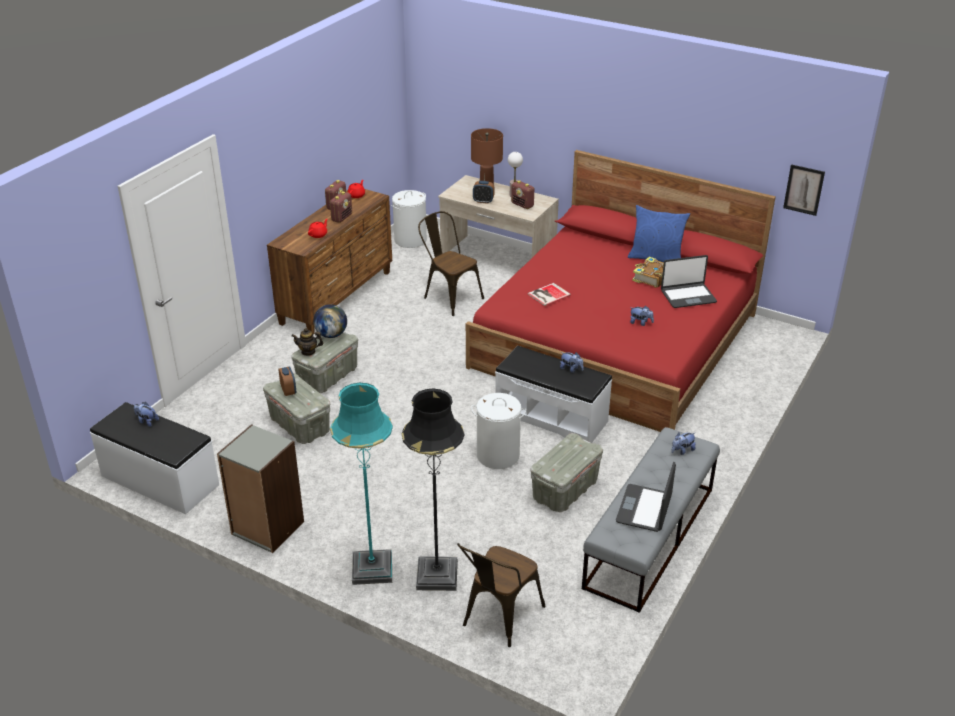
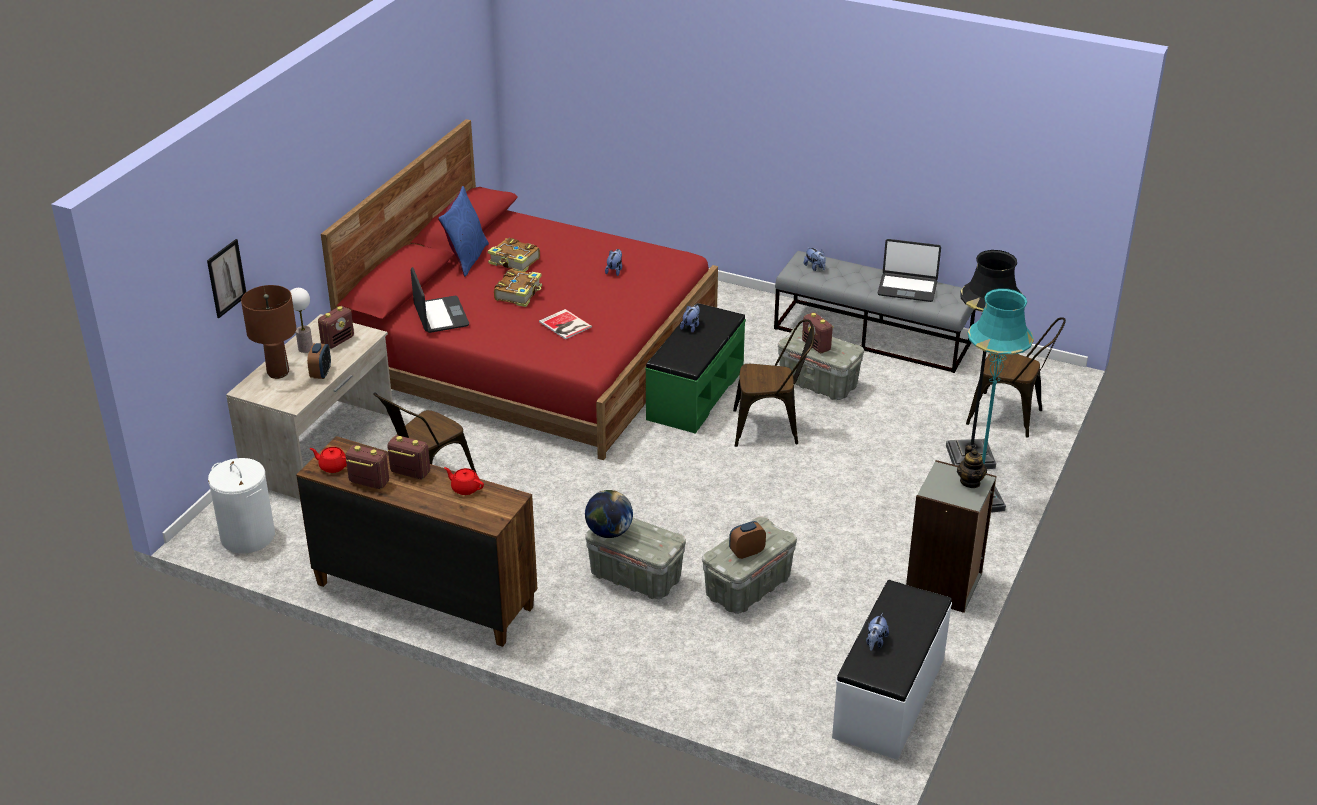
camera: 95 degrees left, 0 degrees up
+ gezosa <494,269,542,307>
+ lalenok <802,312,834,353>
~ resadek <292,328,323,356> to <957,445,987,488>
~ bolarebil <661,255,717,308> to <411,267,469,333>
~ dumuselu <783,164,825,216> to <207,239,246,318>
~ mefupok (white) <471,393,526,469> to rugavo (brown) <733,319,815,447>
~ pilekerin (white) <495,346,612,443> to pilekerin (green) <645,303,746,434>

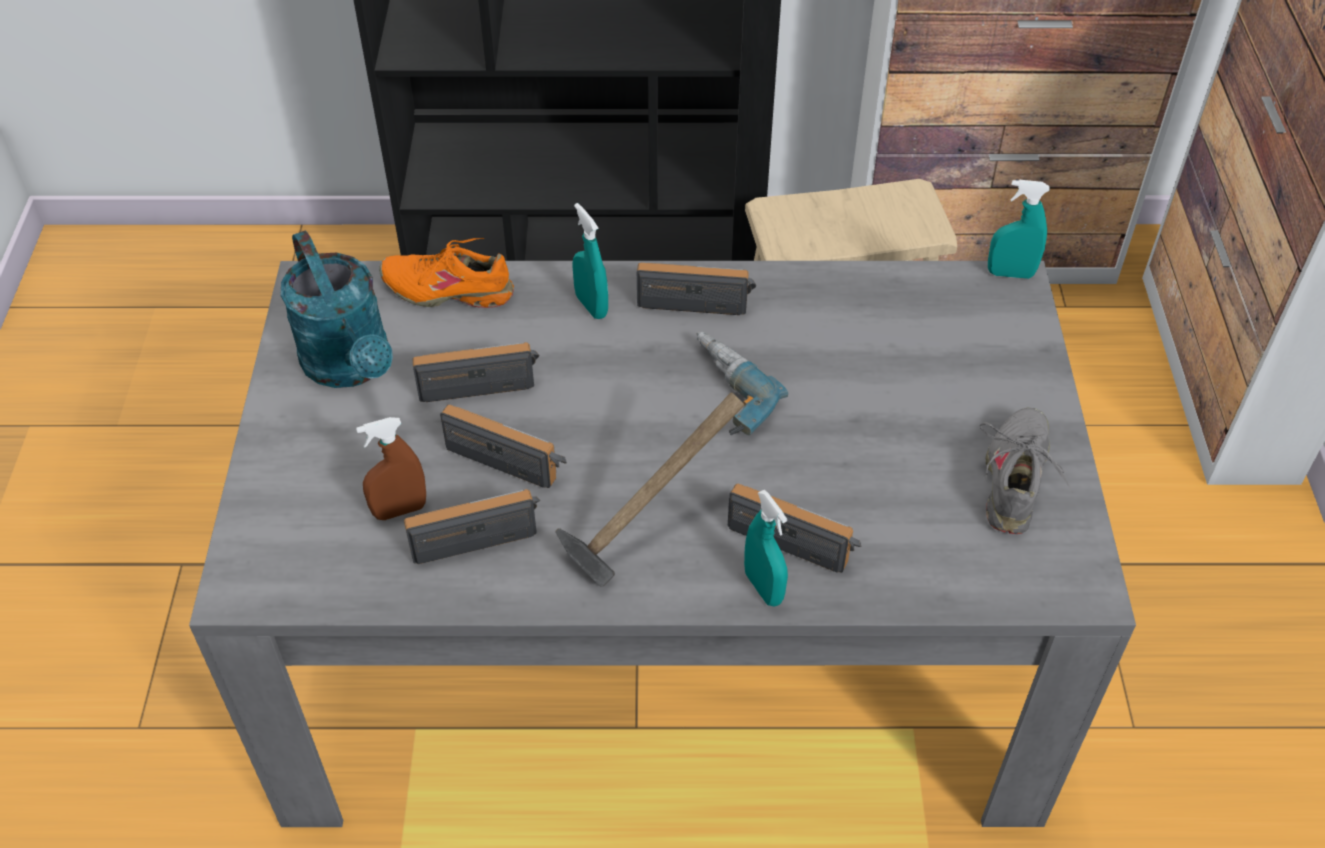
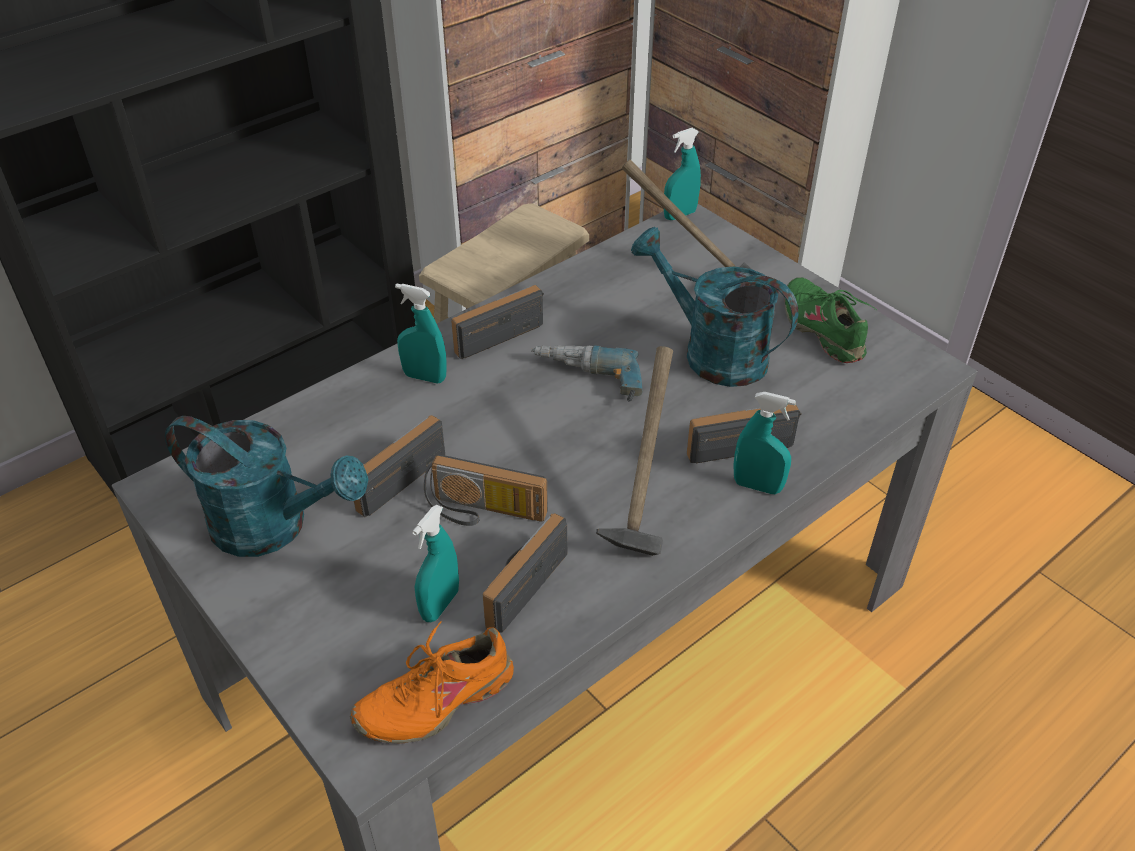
camera: 40 degrees left, 5 degrees down
+ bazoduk <622,160,751,269>
+ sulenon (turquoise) <631,227,798,387>
~ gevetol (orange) <379,238,514,308> to <350,621,514,743>
~ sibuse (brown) <356,417,426,520> to sibuse (turquoise) <412,505,459,622>
~ gevetol (grey) <980,408,1072,534> to gevetol (green) <785,277,877,363>
~ lalenok <440,405,567,488> = <424,455,548,526> 150 degrees counterclockwise

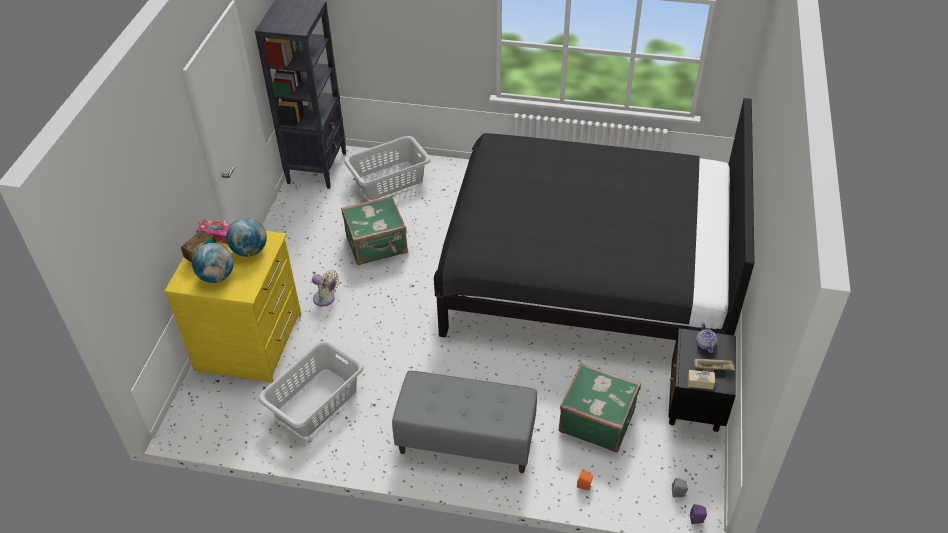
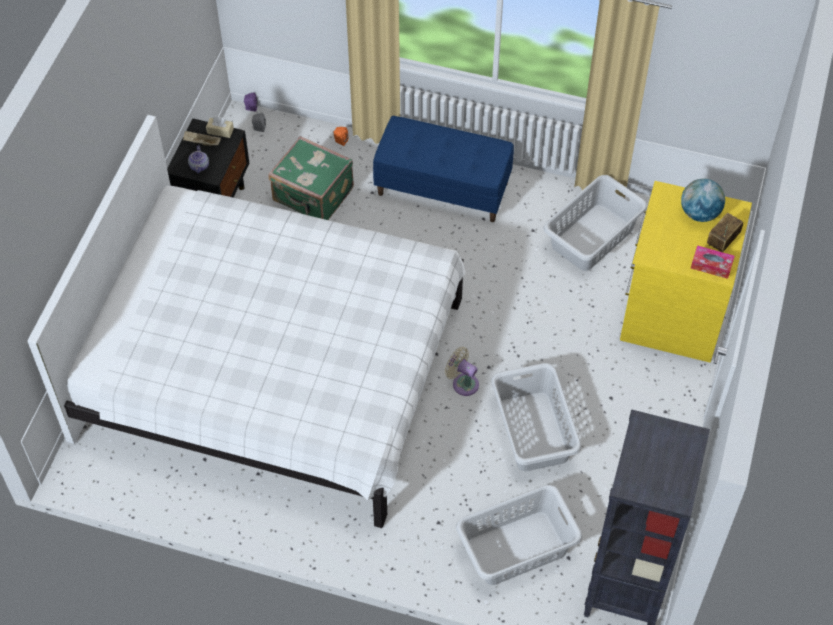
camera: 175 degrees left, 10 degrees up
- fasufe <226,217,267,257>
~ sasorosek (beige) <312,270,339,307> to <445,347,479,396>
~ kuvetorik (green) <341,195,408,265> to mefupok (grey) <491,363,581,471>
~ pilekerin (grey) <392,371,537,473> to pilekerin (blue) <373,116,514,222>
~ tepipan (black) <434,98,755,340> to tepipan (white) <27,115,466,528>

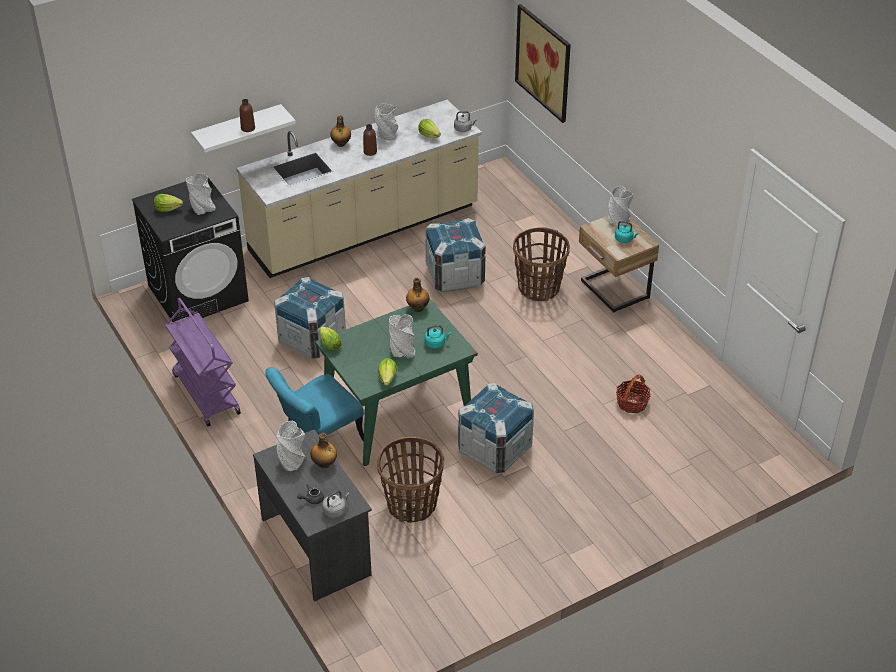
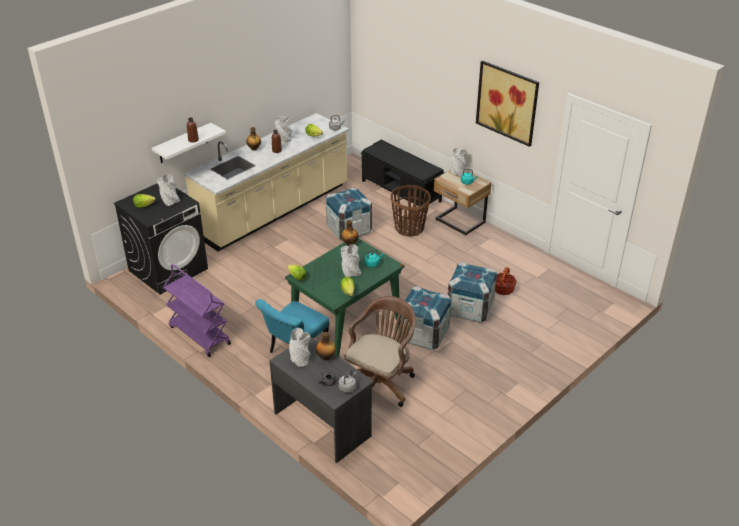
camera: 15 degrees left, 5 degrees down
+ pilekerin (black) <361,140,444,212>
~ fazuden <274,277,346,359> to <448,262,497,323>
~ dumuselu <515,4,571,123> to <476,60,539,147>
~ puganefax <377,437,444,523> to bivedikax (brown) <344,296,416,407>

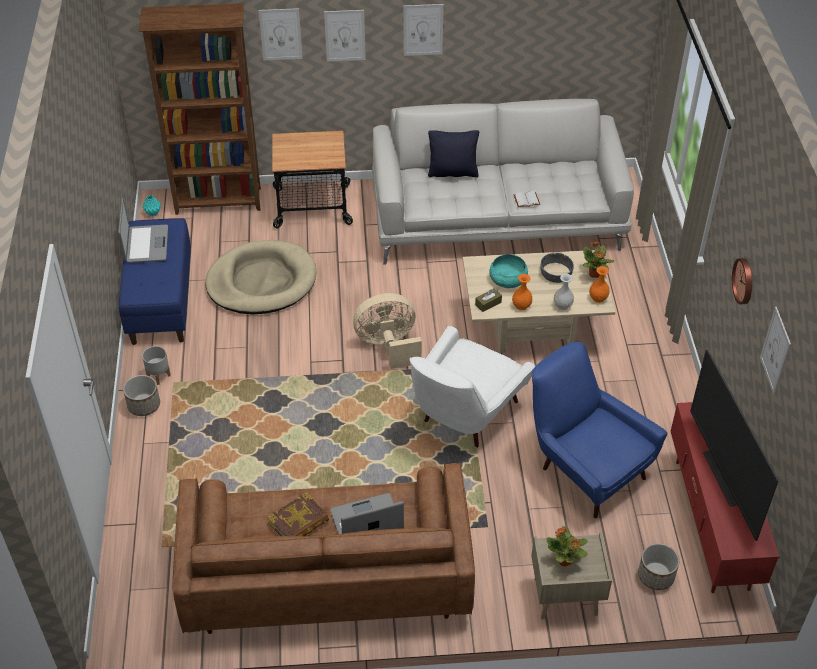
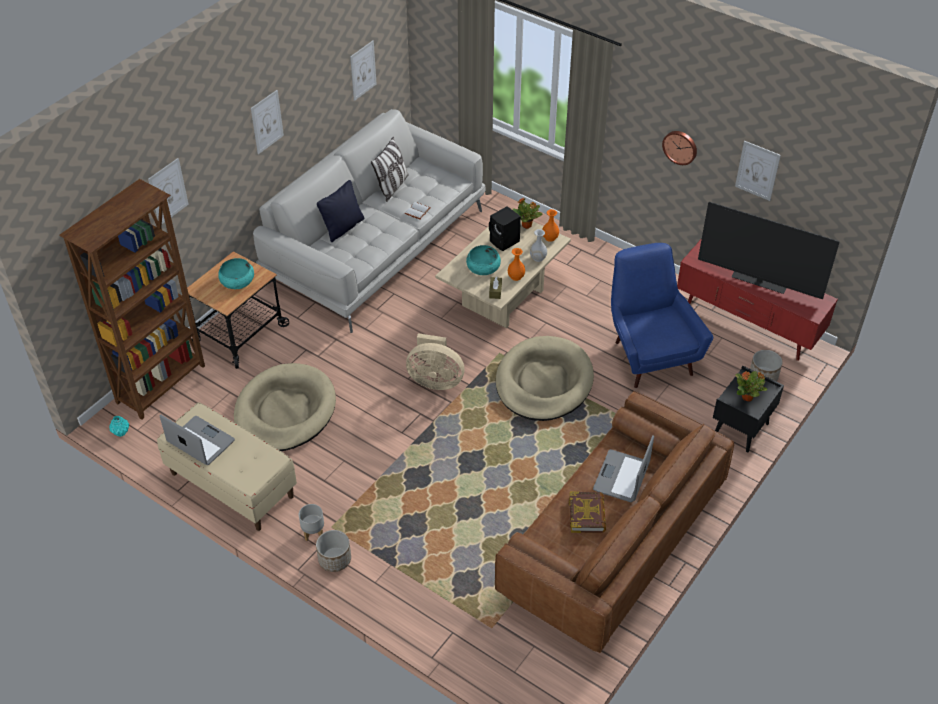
camera: 50 degrees left, 0 degrees up
+ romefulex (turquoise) <218,258,254,289>
+ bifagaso <371,137,409,202>
~ dumuselu <324,10,366,62> to <350,41,377,101>
~ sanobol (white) <409,326,535,448> to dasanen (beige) <496,336,594,421>
~ romefulex (grey) <540,253,574,283> to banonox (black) <489,206,521,251>
~ pilekerin (blue) <119,218,191,345> to pilekerin (beige) <157,402,297,531>
~ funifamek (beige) <531,532,612,620> to funifamek (black) <713,366,784,453>
~ sasorosek (beige) <353,293,422,369> = <406,333,465,390> 105 degrees counterclockwise
~ sanobol (blue) <532,342,667,518> = <611,243,714,388> 75 degrees clockwise

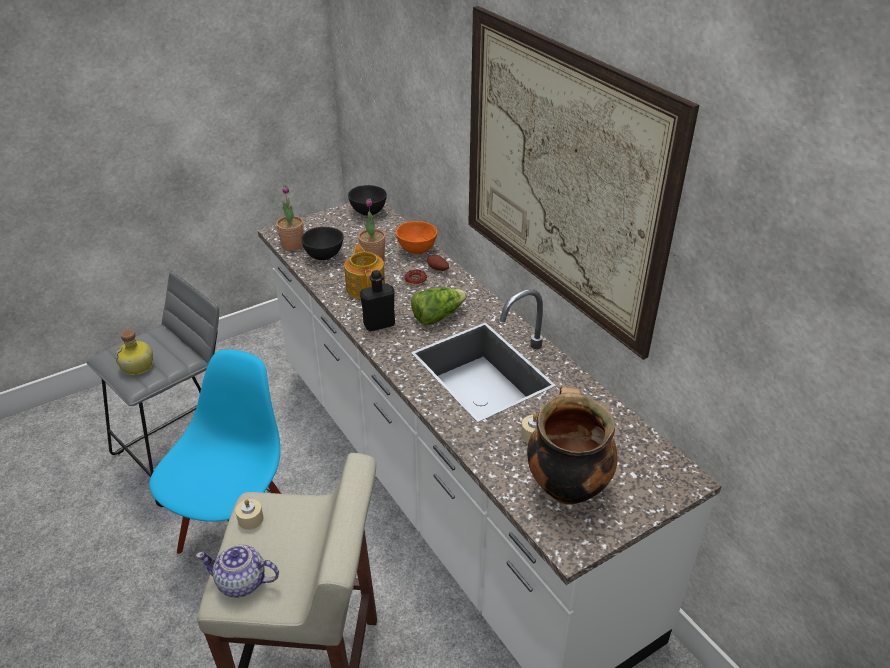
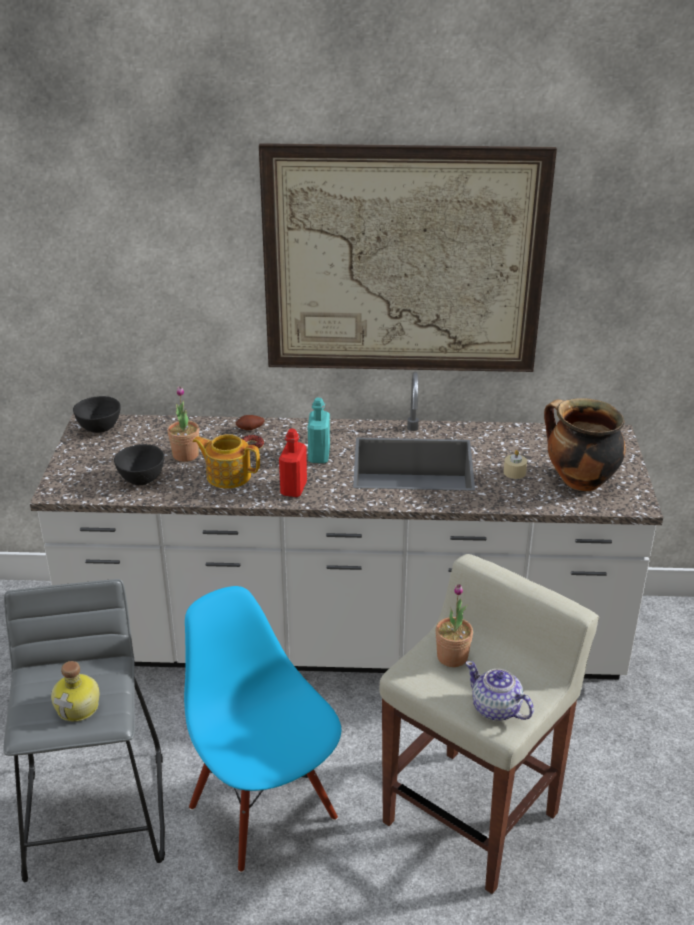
camera: 55 degrees left, 5 degrees down
- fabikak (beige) <235,499,263,530>
- romefulex (orange) <396,221,437,254>
~ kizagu <276,185,304,251> to <435,584,473,667>
~ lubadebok <411,287,467,325> to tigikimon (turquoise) <308,398,330,463>
~ tigikimon (black) <360,270,395,331> to tigikimon (red) <279,429,307,497>
~ resadek <196,545,279,597> = <465,661,534,721> 90 degrees clockwise

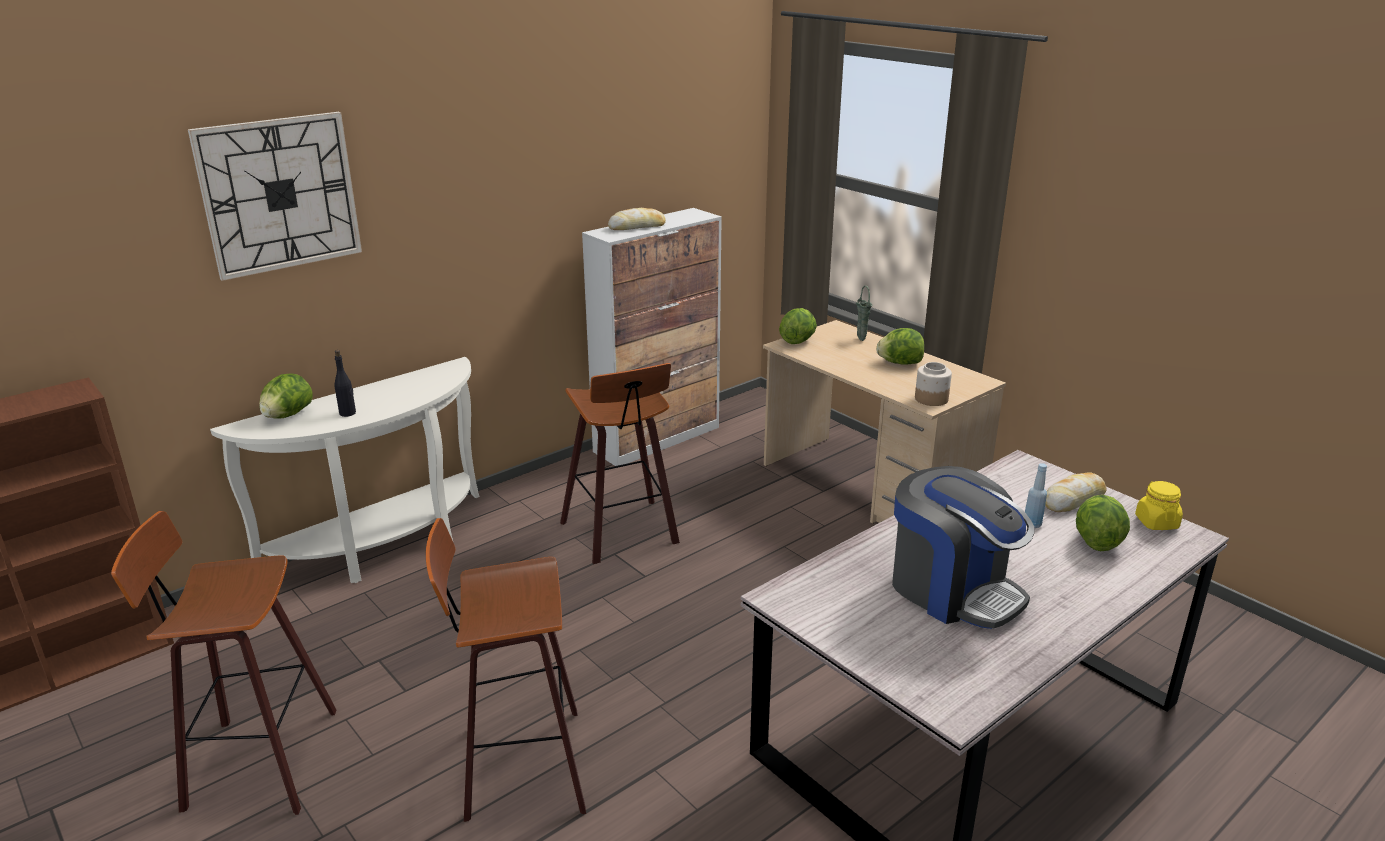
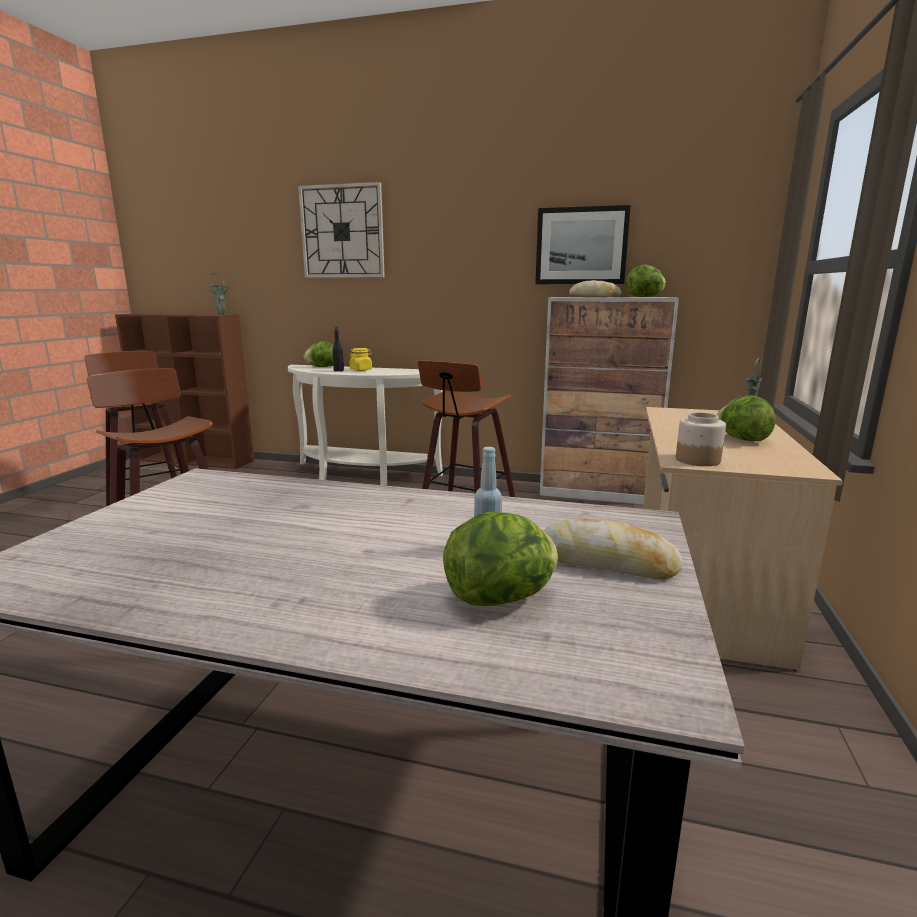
camera: 55 degrees right, 10 degrees down
- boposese <892,466,1034,629>
+ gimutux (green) <210,272,228,314>
+ dumuselu <535,205,631,284>
~ lubadebok <779,308,817,344> to <626,265,666,297>
~ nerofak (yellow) <1135,481,1183,530> to <349,348,372,371>

